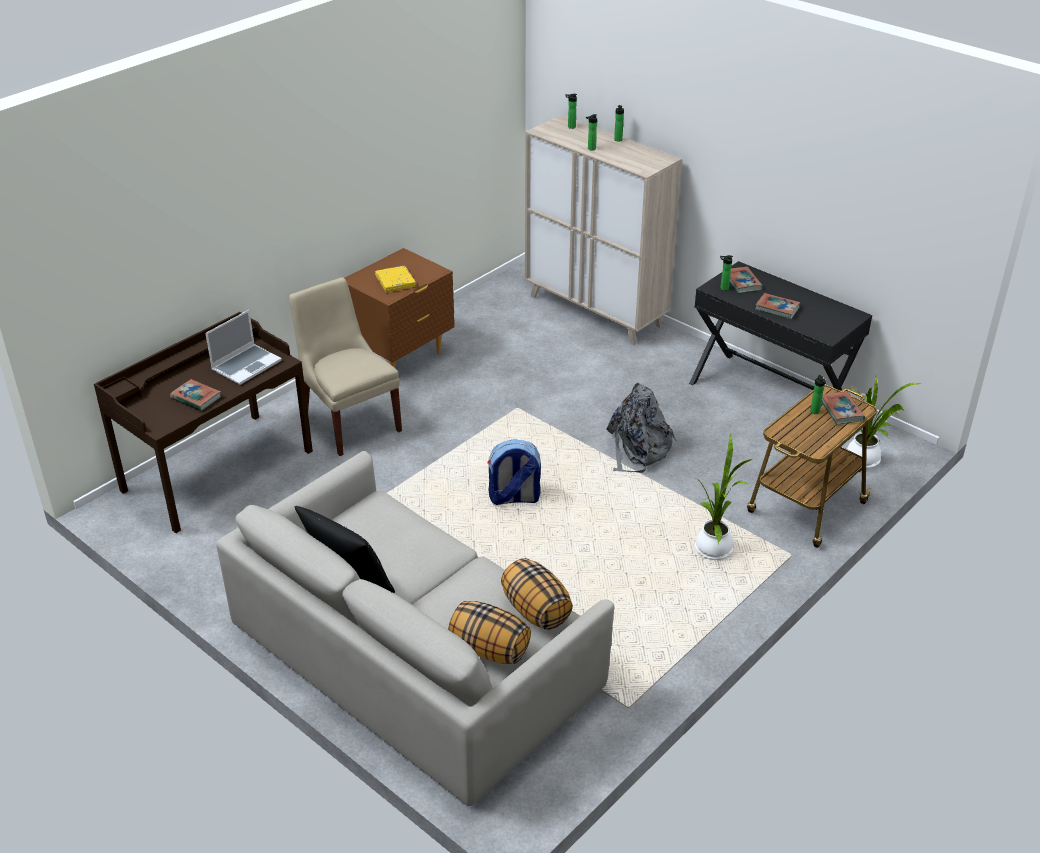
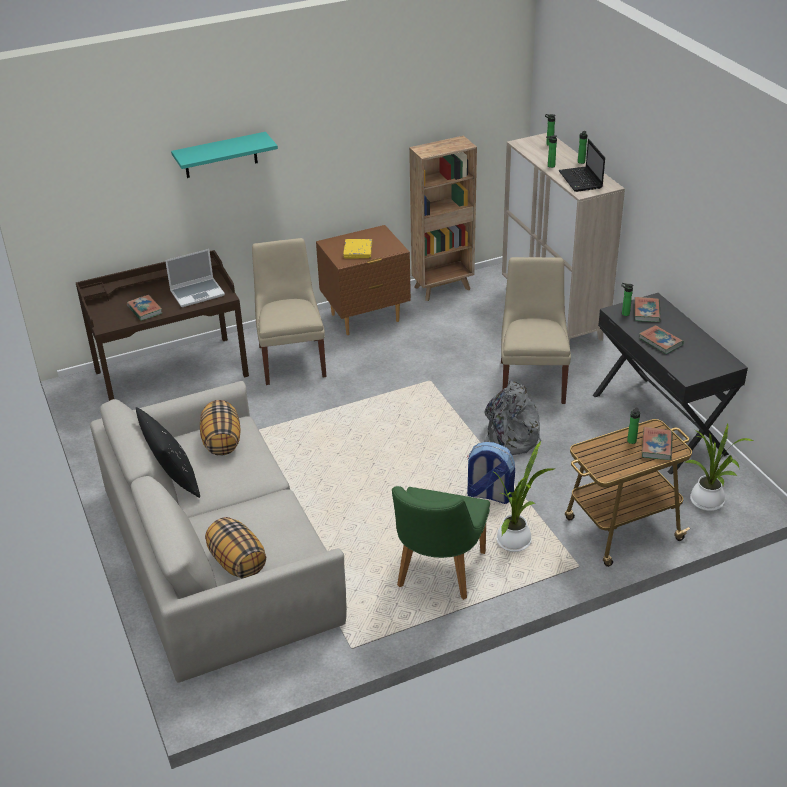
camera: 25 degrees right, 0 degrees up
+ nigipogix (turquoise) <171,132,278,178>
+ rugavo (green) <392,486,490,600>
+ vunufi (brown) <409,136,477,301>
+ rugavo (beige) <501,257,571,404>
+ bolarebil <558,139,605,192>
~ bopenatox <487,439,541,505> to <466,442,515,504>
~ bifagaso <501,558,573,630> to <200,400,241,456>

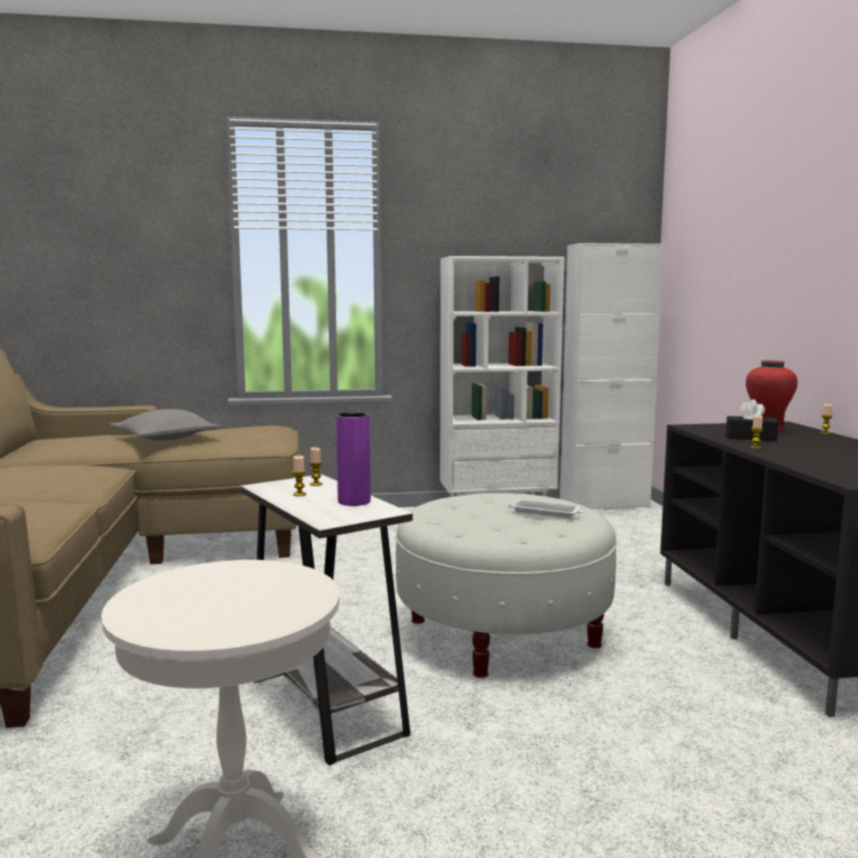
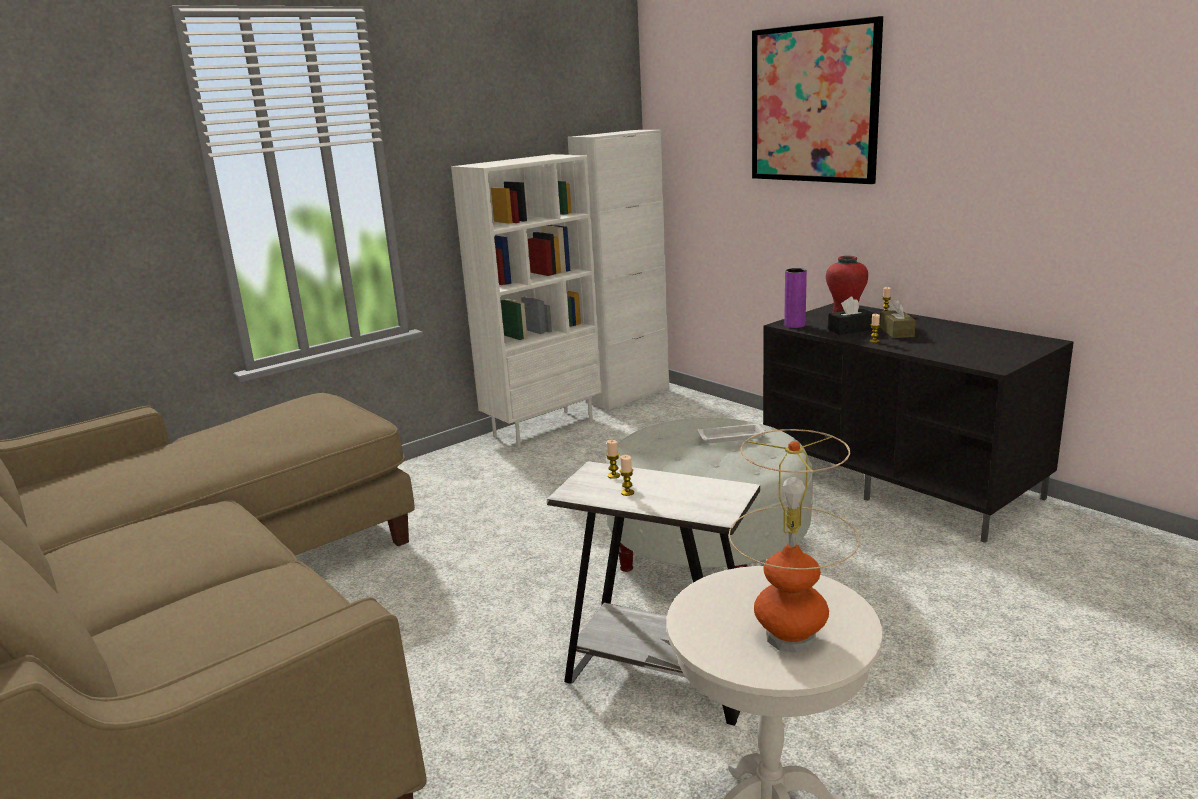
camera: 30 degrees left, 10 degrees up
- bifagaso (grey) <110,409,221,441>
+ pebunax <729,429,860,653>
+ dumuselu <752,16,883,184>
+ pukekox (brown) <880,299,916,338>
~ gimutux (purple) <336,412,371,506> to <784,268,807,328>

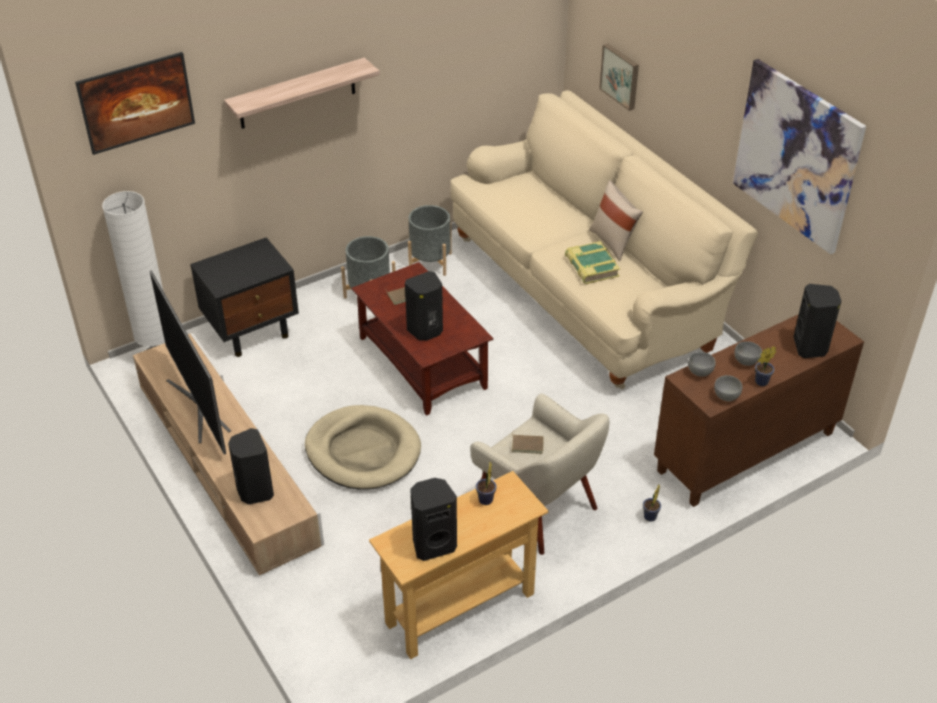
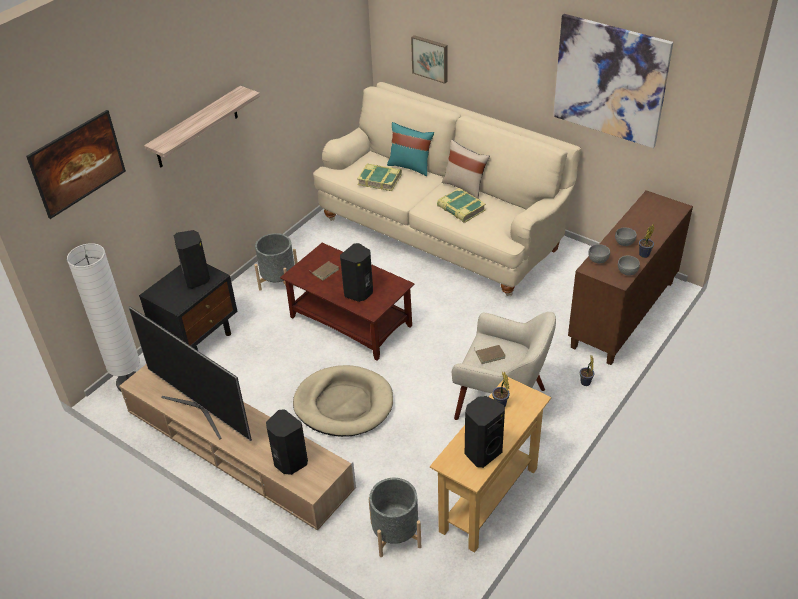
camera: 20 degrees left, 0 degrees up
+ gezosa <357,163,402,191>
+ bifagaso (turquoise) <387,122,434,176>
~ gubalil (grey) <408,205,452,276> to <368,478,421,557>
~ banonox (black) <793,284,841,358> to <174,230,210,289>

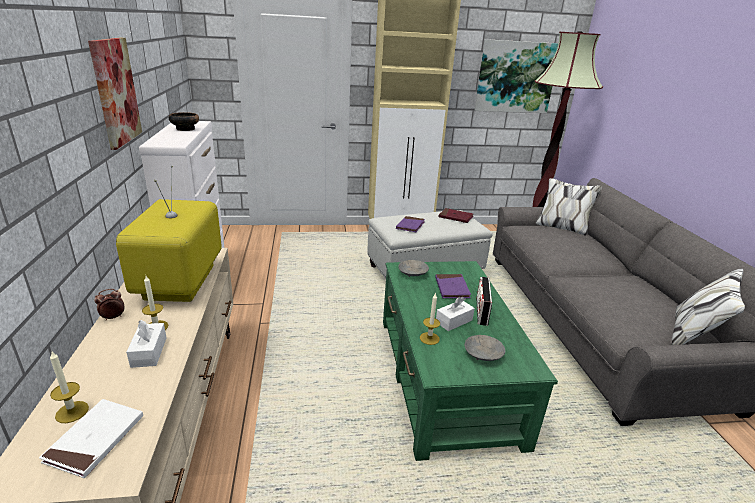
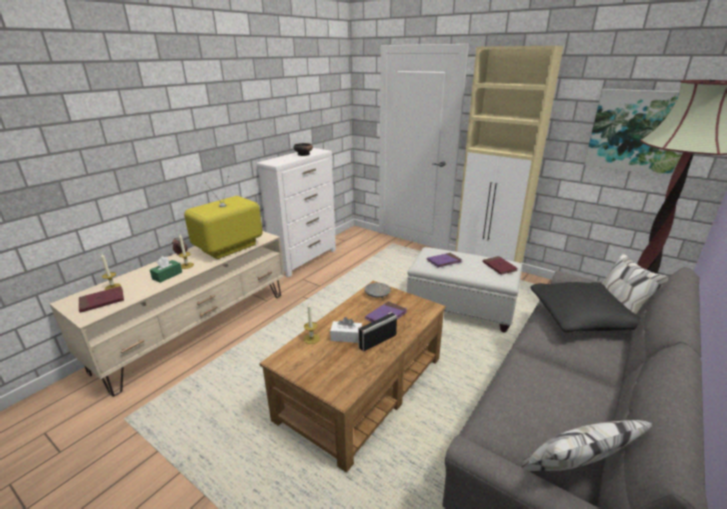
camera: 45 degrees right, 0 degrees up
- dumuselu <88,37,142,150>
- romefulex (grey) <465,335,505,361>
+ bifagaso (black) <530,282,641,333>
~ gezosa (white) <39,399,143,478> to gezosa (red) <79,286,124,313>
~ pukekox (white) <126,320,167,368> to pukekox (green) <150,256,182,283>
~ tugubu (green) <383,261,558,461> to tugubu (brown) <259,281,446,473>

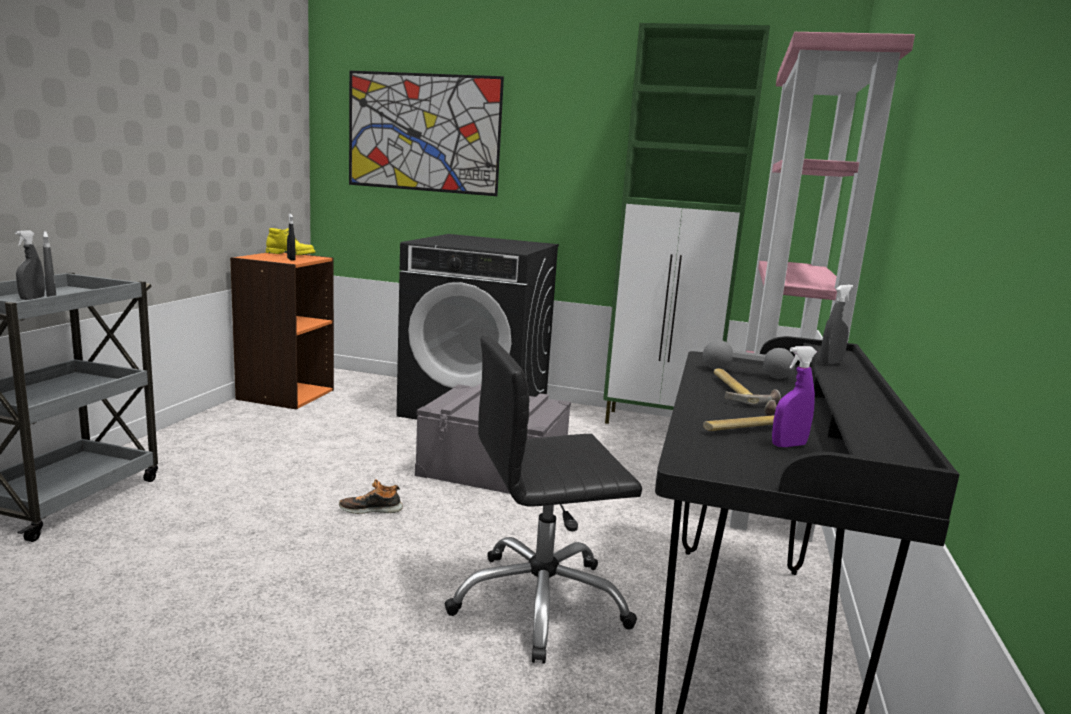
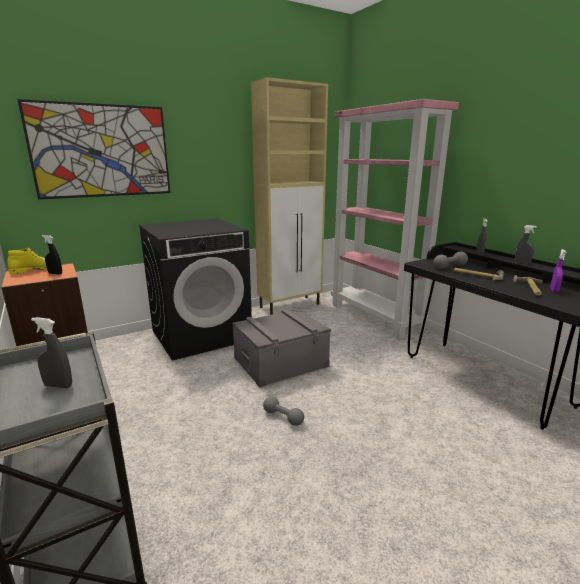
camera: 45 degrees left, 5 degrees up
- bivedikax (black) <445,335,642,664>
~ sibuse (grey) <15,230,45,300> to <515,225,537,263>
~ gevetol <339,479,403,514> to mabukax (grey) <263,397,304,426>
~ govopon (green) <603,23,770,424> to govopon (beige) <251,77,328,315>

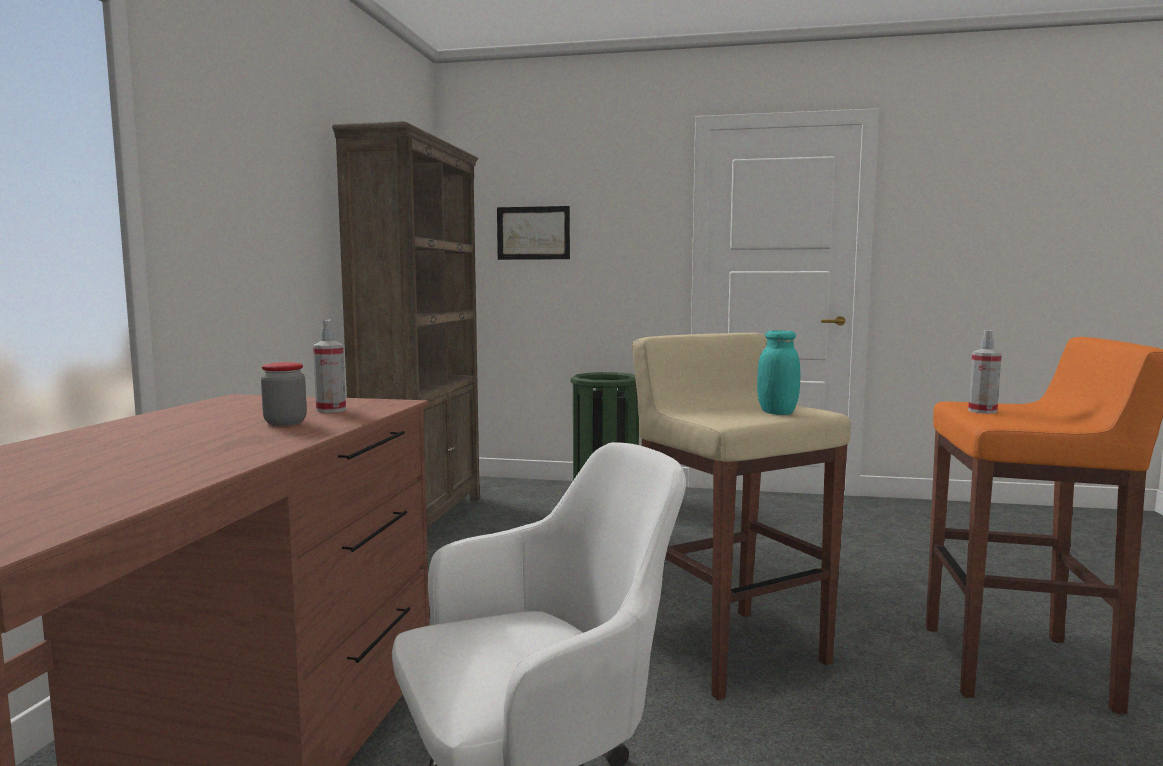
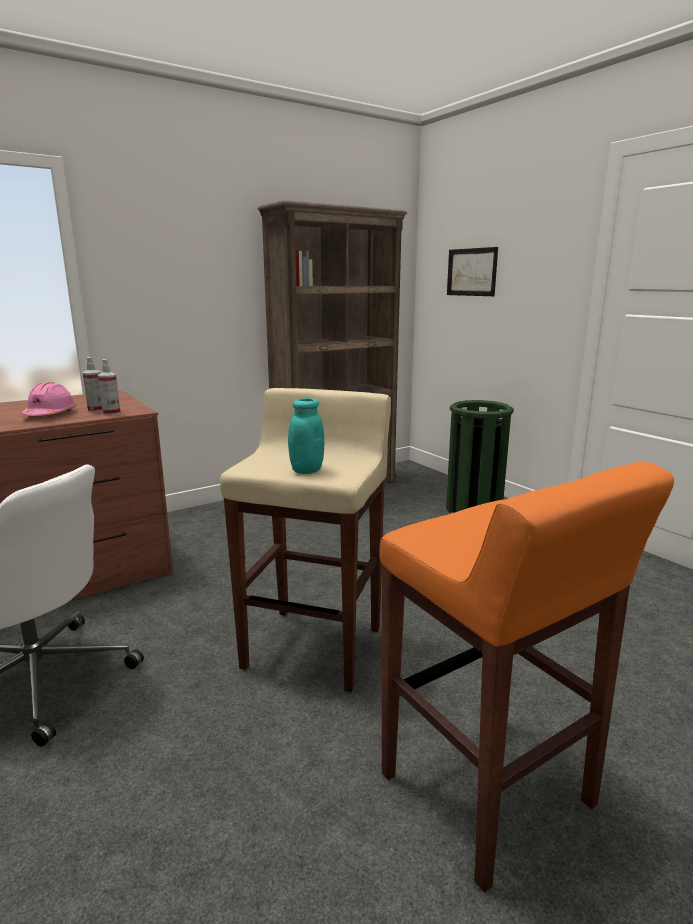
camera: 45 degrees right, 10 degrees up
~ sibuse <968,330,1002,414> to <98,359,121,416>
~ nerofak <261,362,307,426> to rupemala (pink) <21,382,76,416>

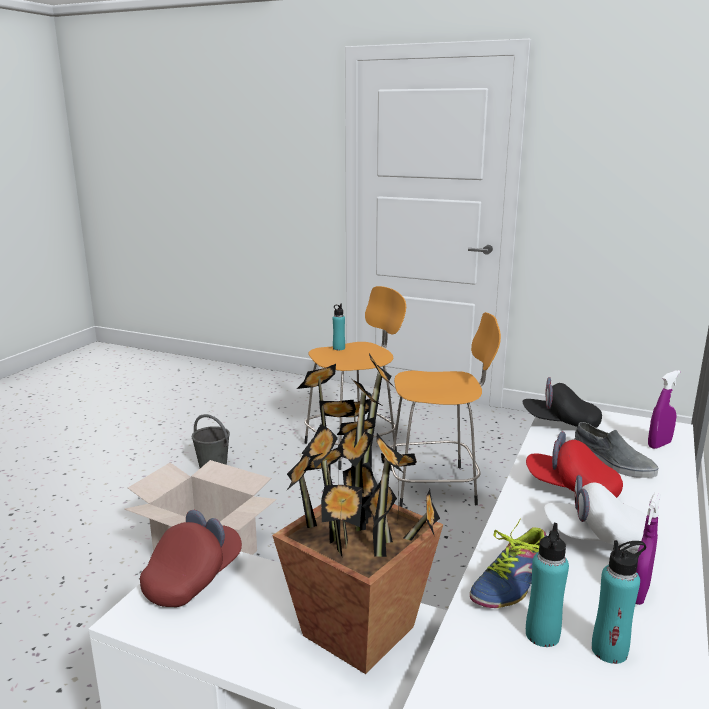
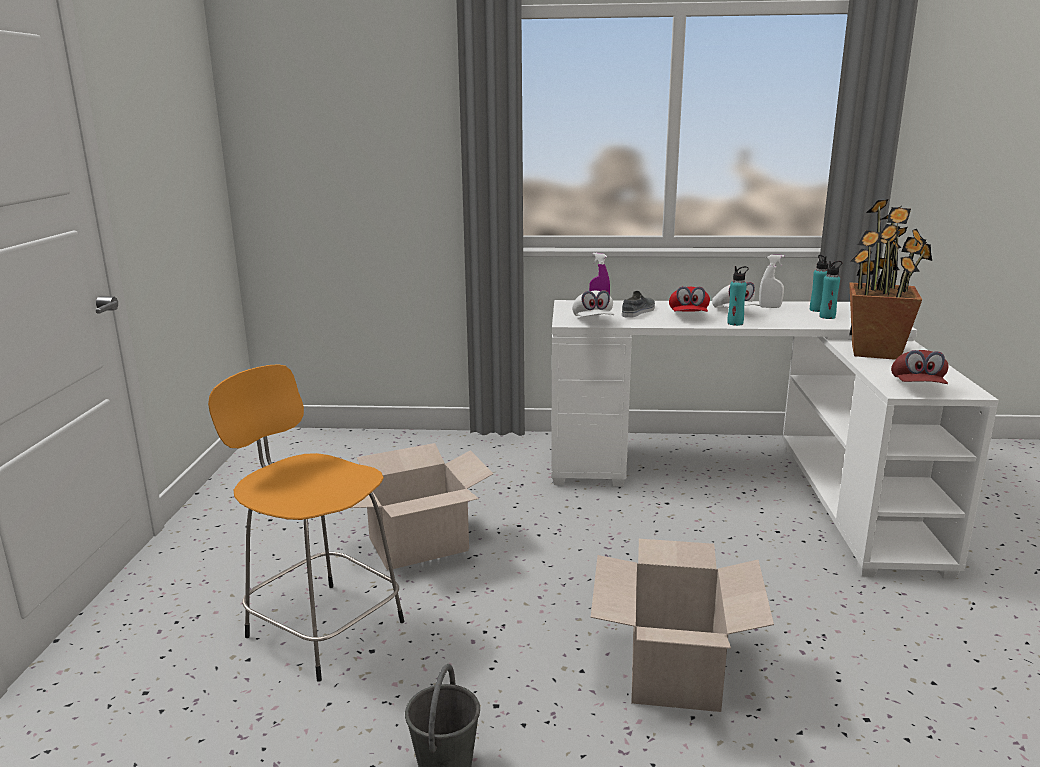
camera: 110 degrees left, 0 degrees up
- gevetol <470,520,547,608>
~ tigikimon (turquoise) <333,304,345,350> to <727,266,749,326>
~ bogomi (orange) <389,312,501,507> to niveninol <351,443,493,570>
~ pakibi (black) <523,377,602,428> to pakibi (white) <572,290,614,317>
~ sibuse (purple) <636,492,661,605> to sibuse (white) <759,255,784,308>
~ pakibi (red) <140,510,242,607> = <891,350,949,384> 90 degrees counterclockwise

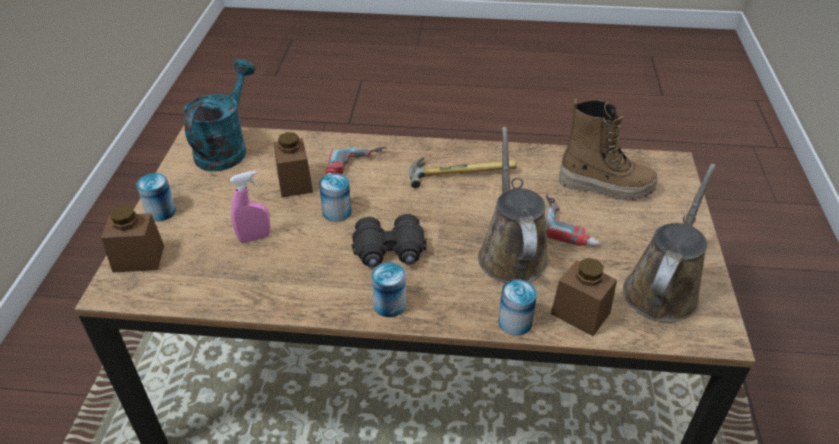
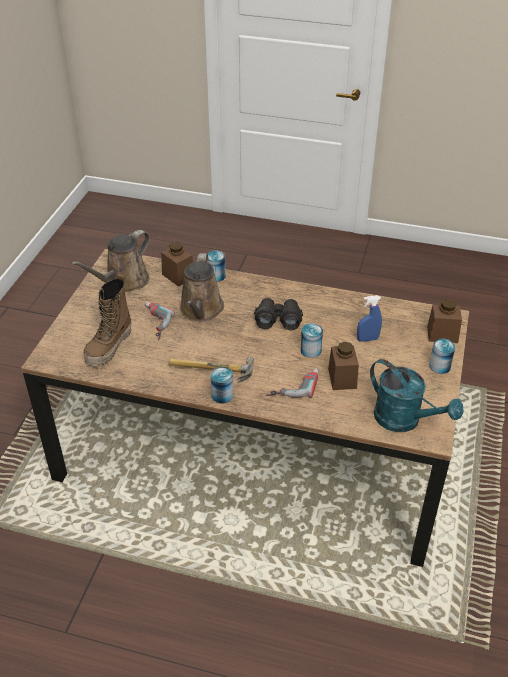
camera: 170 degrees left, 0 degrees up
~ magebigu <371,262,406,317> to <211,367,233,404>
~ sibuse (pink) <230,171,271,243> to sibuse (blue) <357,295,382,342>
~ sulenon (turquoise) <183,59,255,171> = <370,359,463,432> 75 degrees counterclockwise
~ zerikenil <559,99,658,200> = <83,274,132,366> 90 degrees counterclockwise

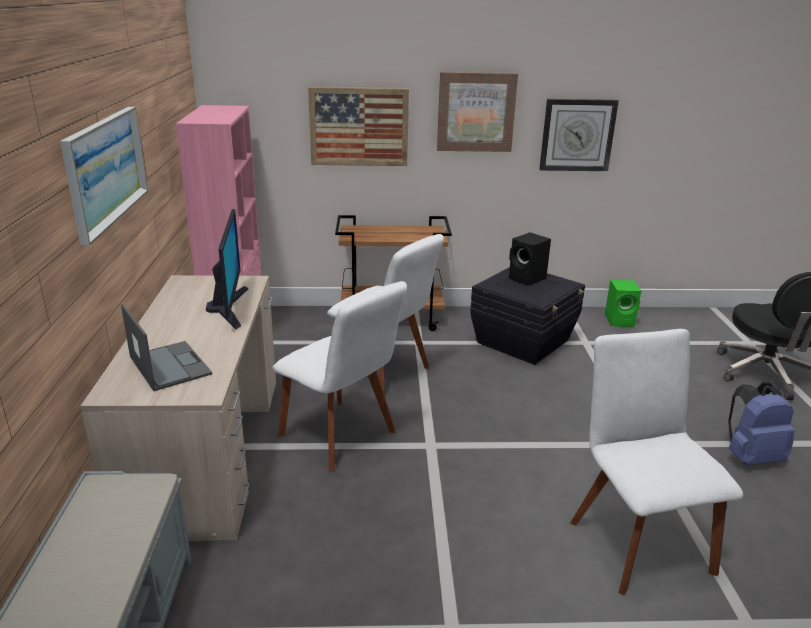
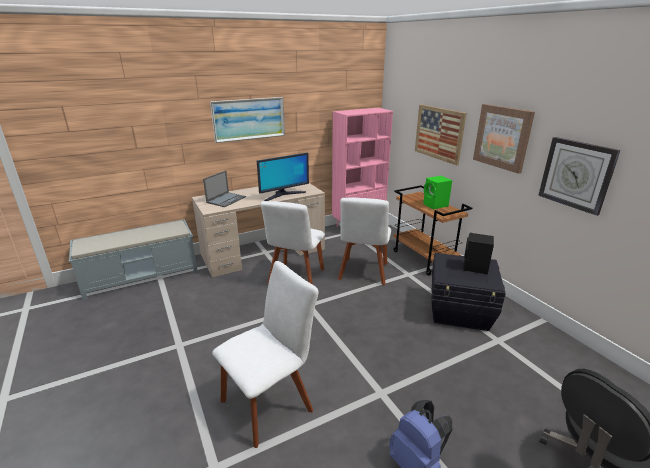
camera: 65 degrees right, 0 degrees up
~ banonox (green) <605,280,641,327> to <423,176,452,209>

